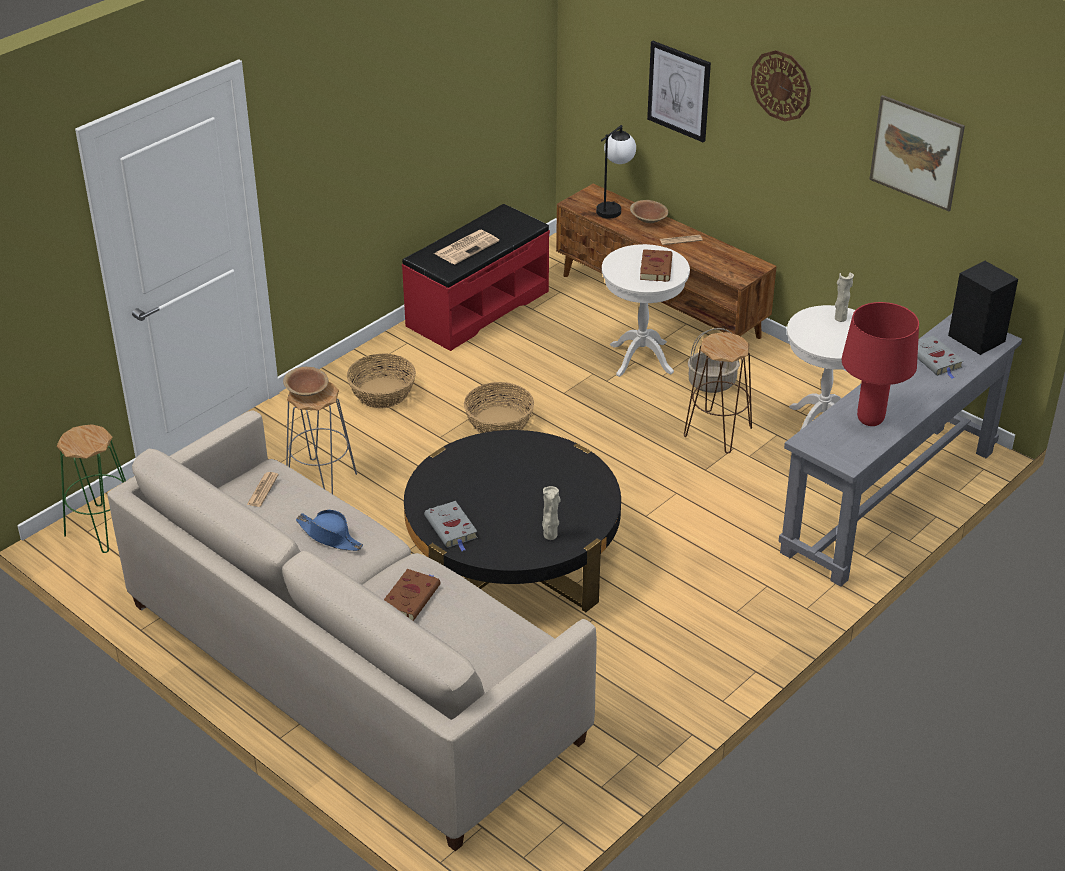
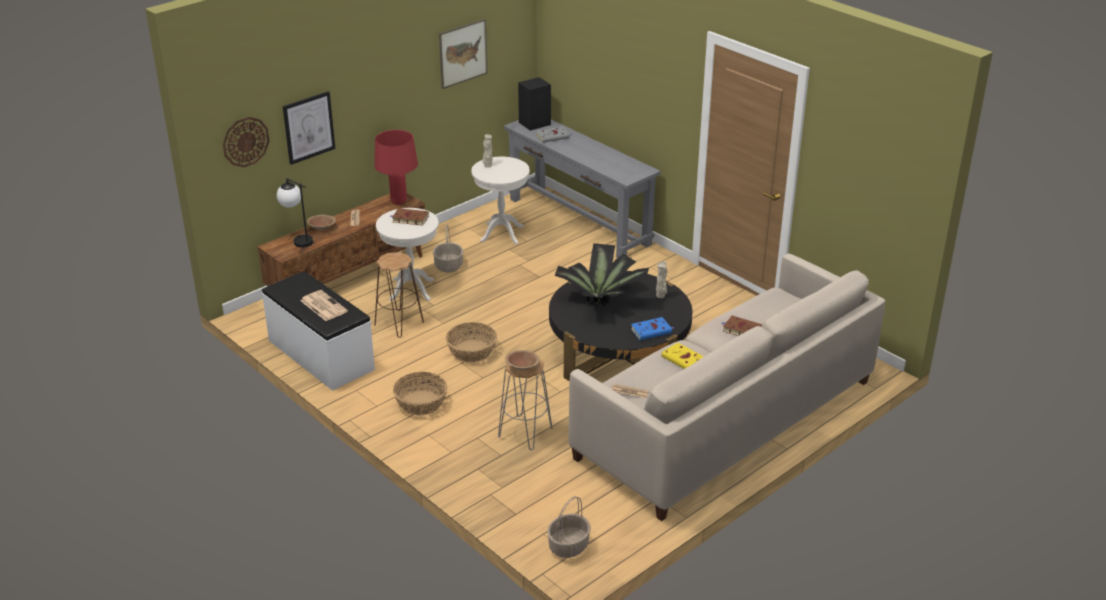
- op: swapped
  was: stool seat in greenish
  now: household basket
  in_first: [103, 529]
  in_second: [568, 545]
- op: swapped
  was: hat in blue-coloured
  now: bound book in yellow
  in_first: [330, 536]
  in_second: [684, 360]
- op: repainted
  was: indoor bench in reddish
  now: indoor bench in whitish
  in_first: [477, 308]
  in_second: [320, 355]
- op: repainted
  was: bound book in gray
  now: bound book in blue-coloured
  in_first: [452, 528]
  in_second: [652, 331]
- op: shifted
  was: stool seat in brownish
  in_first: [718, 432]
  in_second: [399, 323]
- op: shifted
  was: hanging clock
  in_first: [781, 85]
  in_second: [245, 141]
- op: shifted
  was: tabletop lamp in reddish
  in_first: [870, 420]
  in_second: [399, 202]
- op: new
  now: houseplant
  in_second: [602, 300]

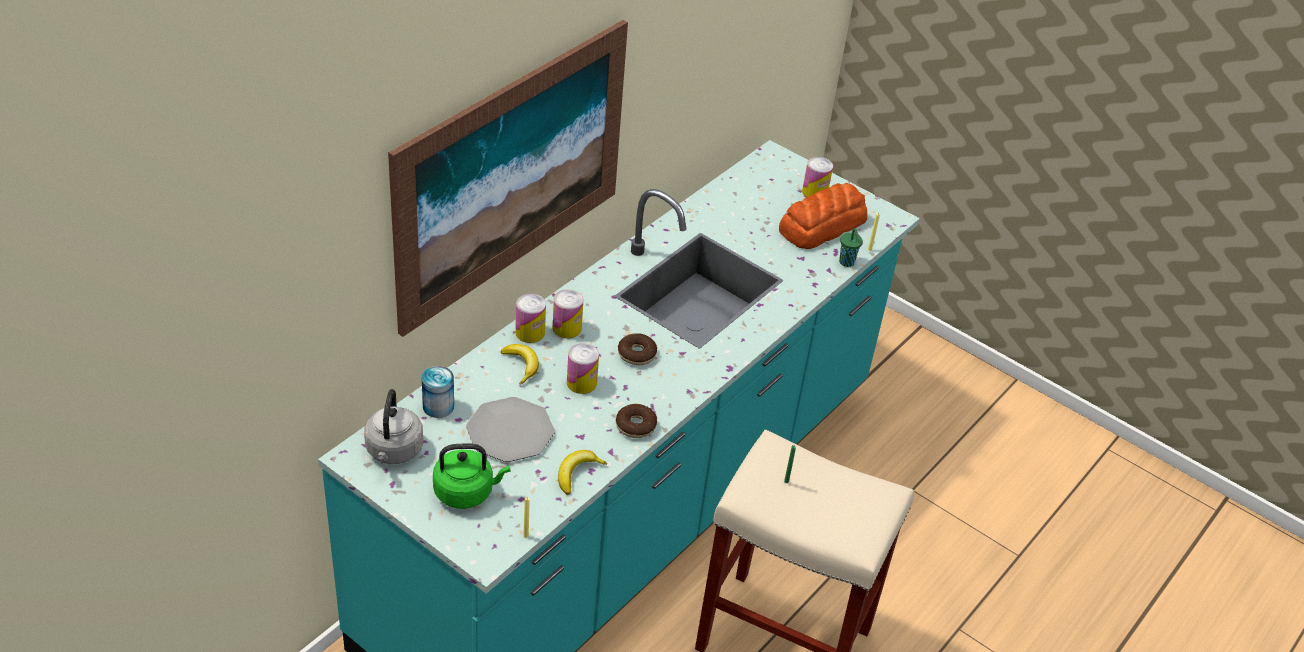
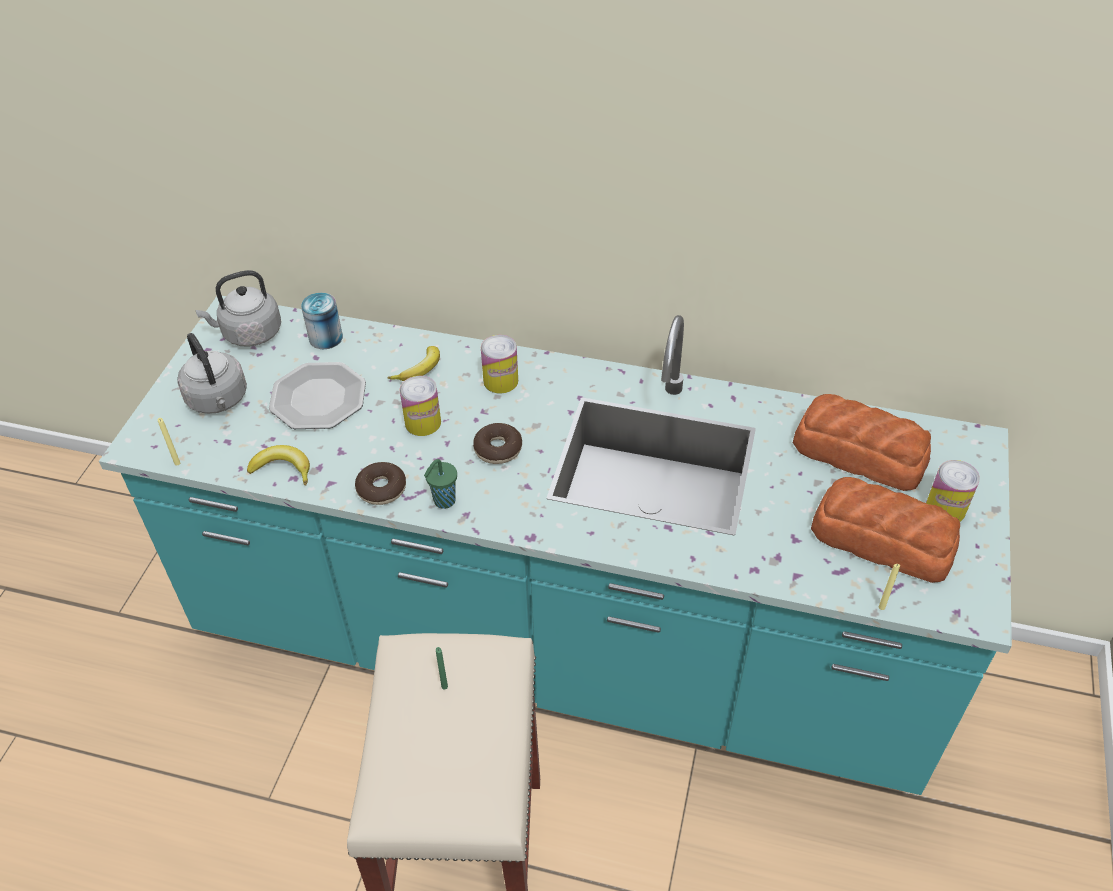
- op: gone
  was: picture
  in_first: [512, 174]
- op: repainted
  was: kettle in greenish
  now: kettle in gray
  in_first: [467, 492]
  in_second: [218, 400]
- op: gone
  was: can
  in_first: [530, 332]
- op: shifted
  was: small cup in greenish
  in_first: [847, 263]
  in_second: [443, 501]
- op: new
  now: bread
  in_second: [858, 452]

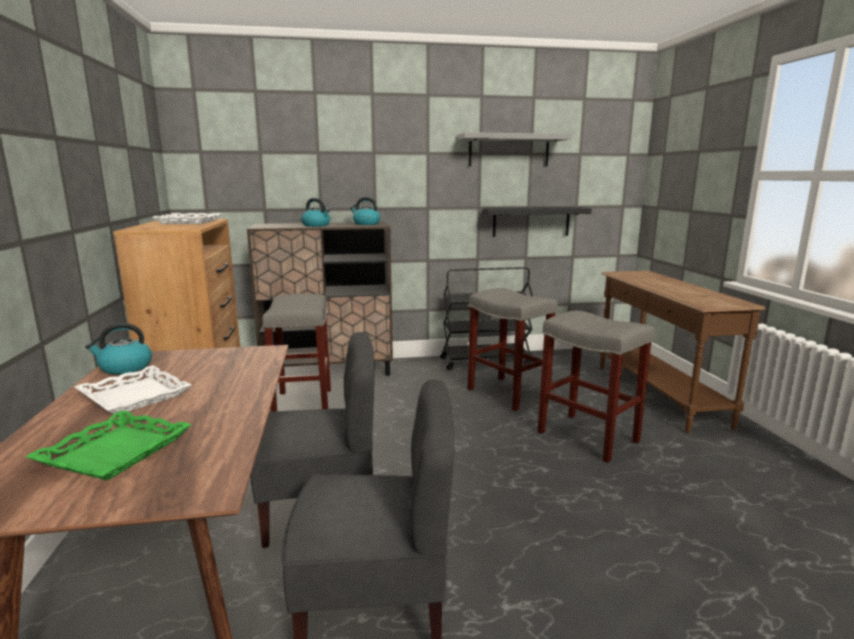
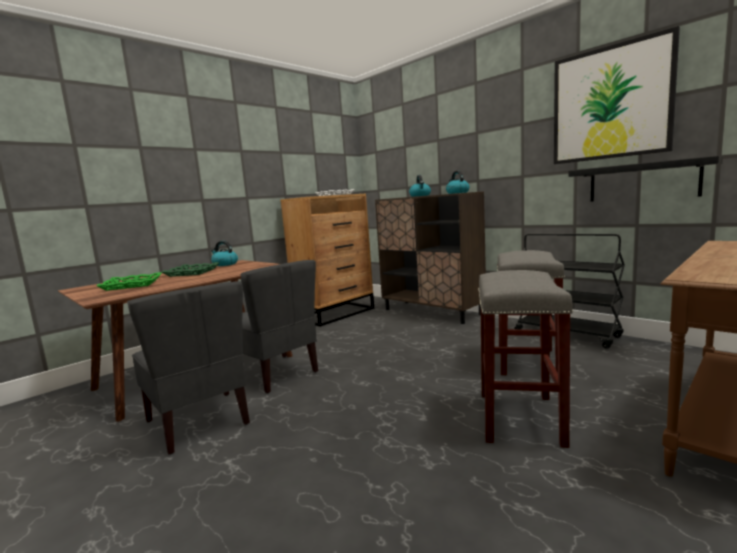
- op: repainted
  was: carrying tray in whitish
  now: carrying tray in greenish
  in_first: [136, 396]
  in_second: [192, 272]
- op: gone
  was: stool seat in gray
  in_first: [302, 404]
- op: swapped
  was: bracket shelf in gray
  now: picture
  in_first: [508, 150]
  in_second: [610, 103]

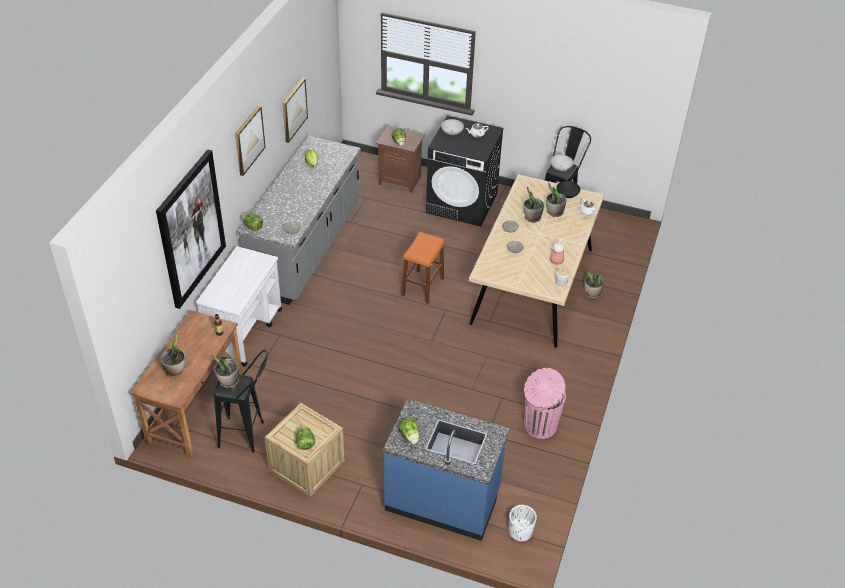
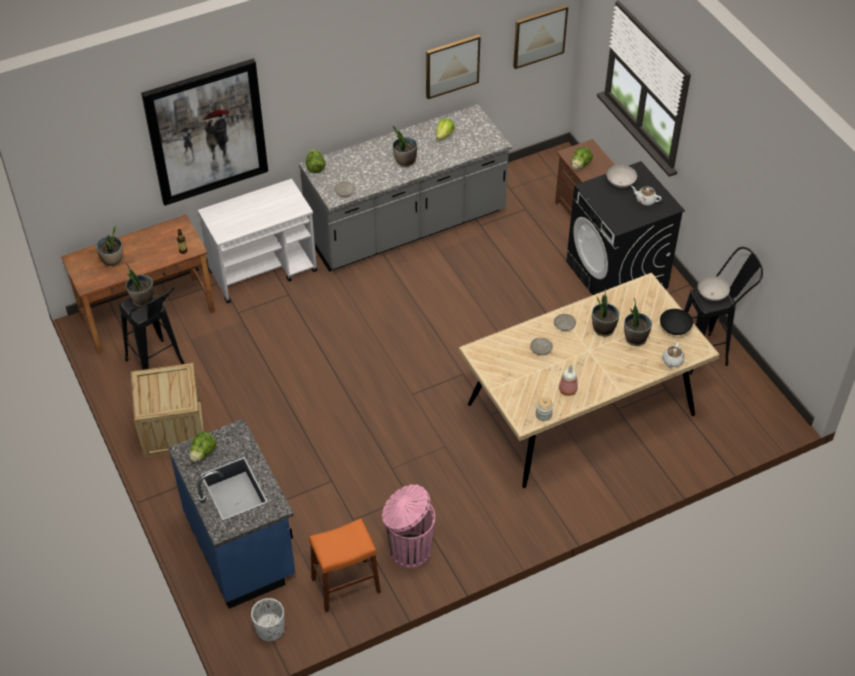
- op: shifted
  was: picture
  in_first: [248, 140]
  in_second: [539, 36]
- op: gone
  was: head of lettuce
  in_first: [305, 442]
- op: shifted
  was: stool seat in orange
  in_first: [422, 287]
  in_second: [345, 585]
- op: shifted
  was: houseplant
  in_first: [592, 293]
  in_second: [405, 161]

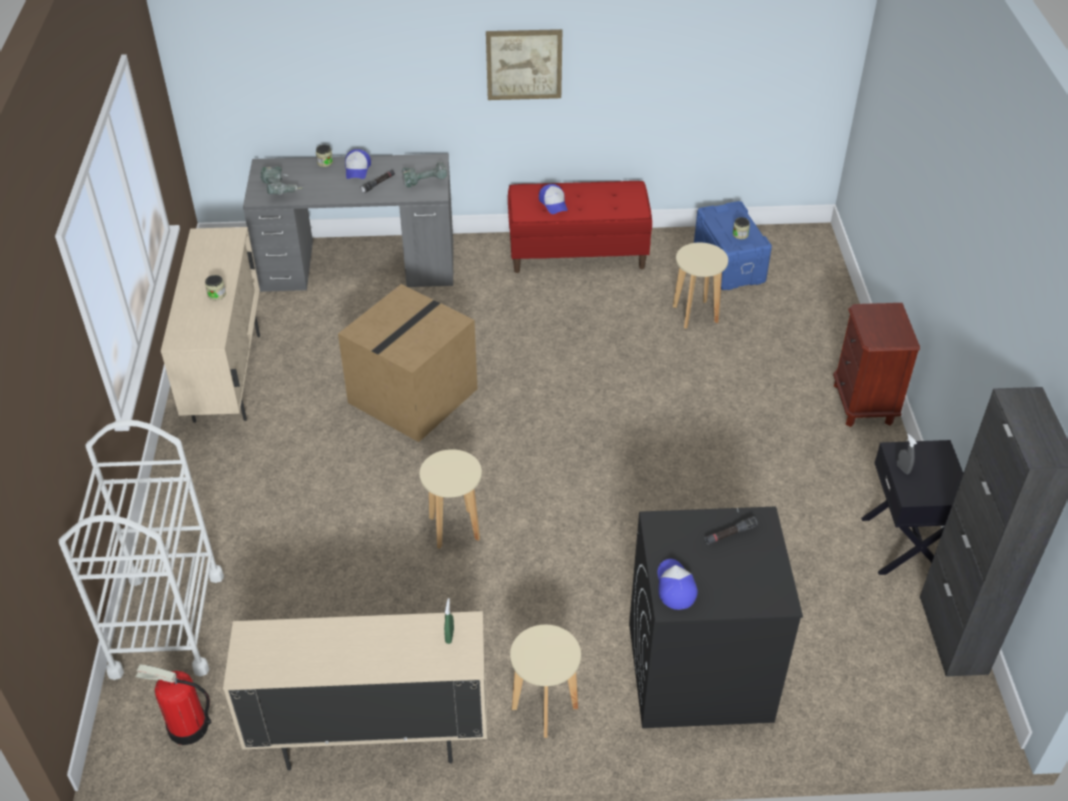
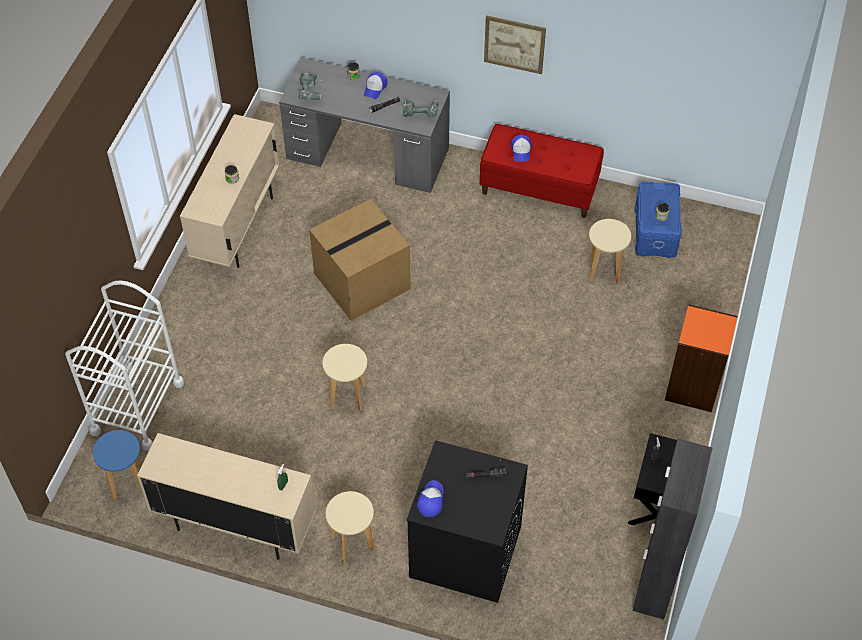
- op: swapped
  was: fire-fighting cylinder
  now: stool seat in blue-coloured
  in_first: [187, 727]
  in_second: [127, 482]
- op: swapped
  was: night table in brownish
  now: bookcase in orange
  in_first: [863, 404]
  in_second: [693, 386]

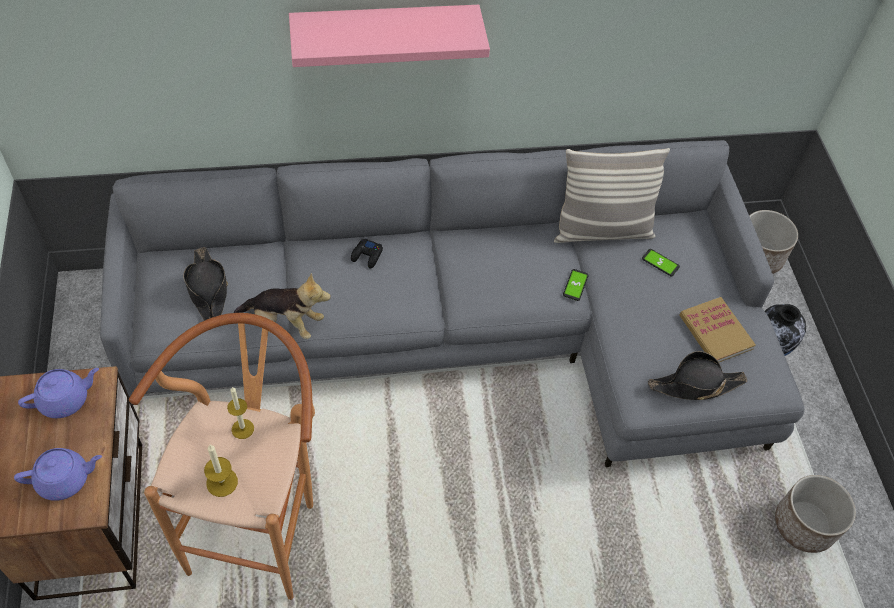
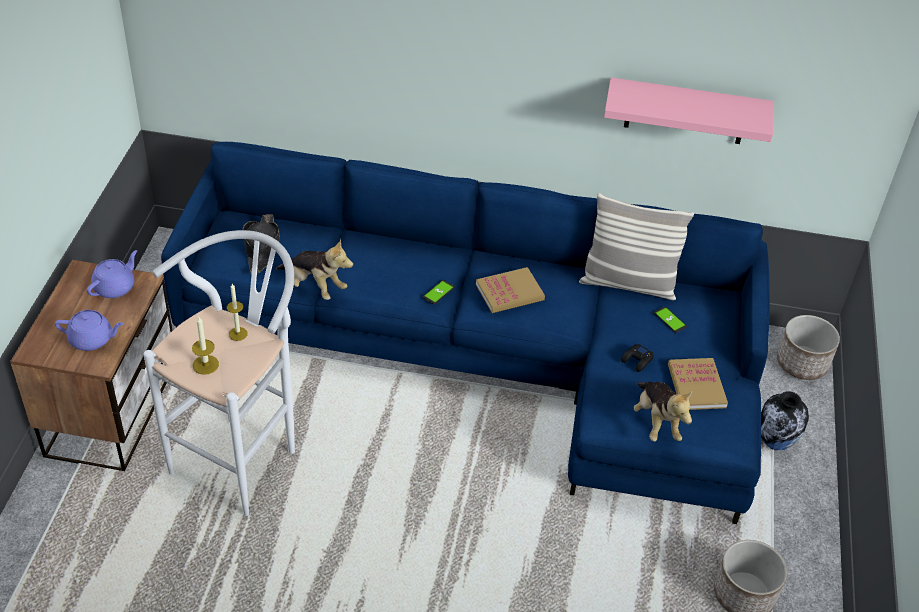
- op: rotated
  was: tea pot in purple
  in_first: [65, 400]
  in_second: [115, 287]
  clockwise: -45
- op: repainted
  was: sofa in gray
  now: sofa in blue-coloured
  in_first: [470, 331]
  in_second: [492, 356]
- op: repainted
  was: stool seat in brownish
  now: stool seat in whitish
  in_first: [260, 527]
  in_second: [243, 456]
- op: shifted
  was: bracket shelf in pink-coloured
  in_first: [385, 35]
  in_second: [686, 111]
- op: shifted
  was: joypad in black-coloured
  in_first: [367, 256]
  in_second: [637, 360]
- op: shifted
  was: handset
  in_first: [575, 285]
  in_second: [438, 292]
- op: swapped
  was: hat in black-coloured
  now: soft toy
  in_first: [695, 385]
  in_second: [656, 421]
- op: new
  now: bound book
  in_second: [509, 292]

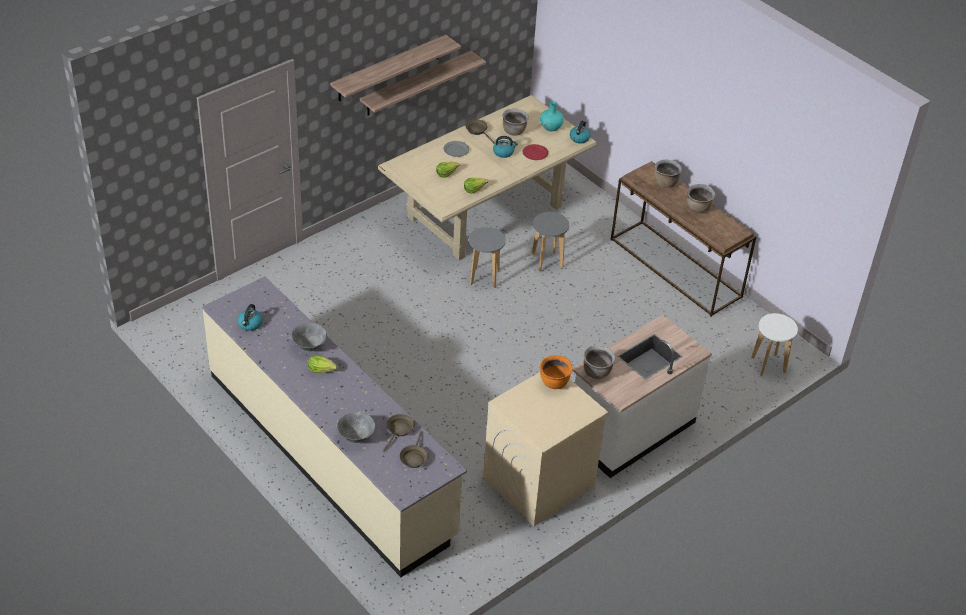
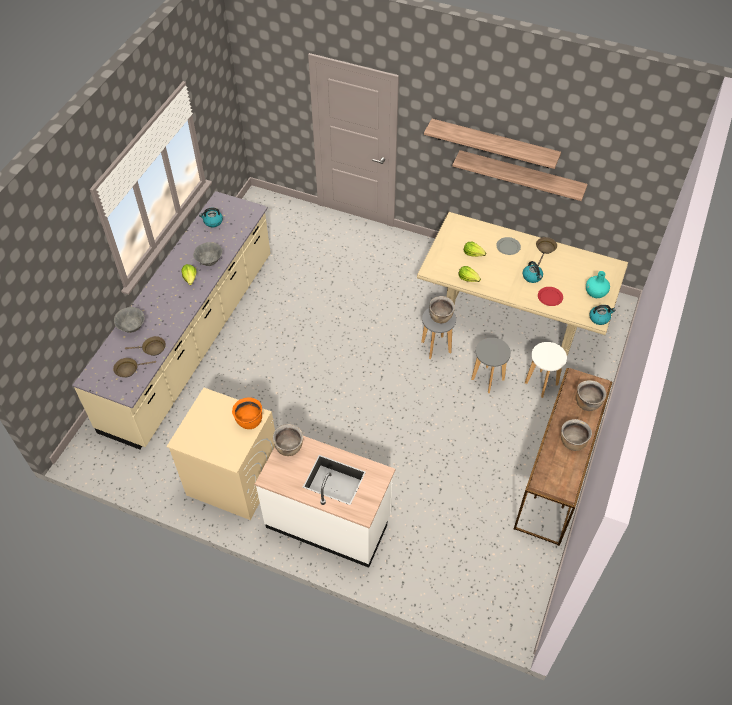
- op: shifted
  was: saucepot in brownish
  in_first: [514, 131]
  in_second: [440, 317]
- op: shifted
  was: stool seat in whitish
  in_first: [768, 365]
  in_second: [541, 384]

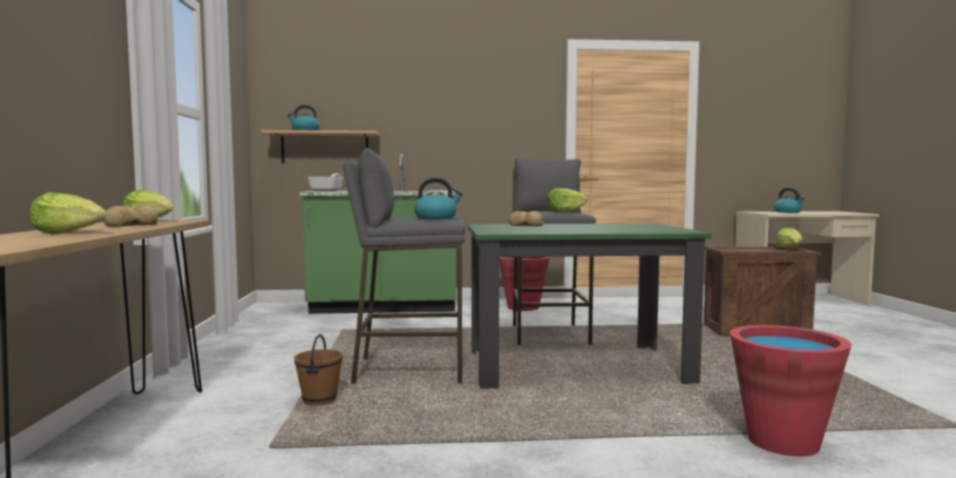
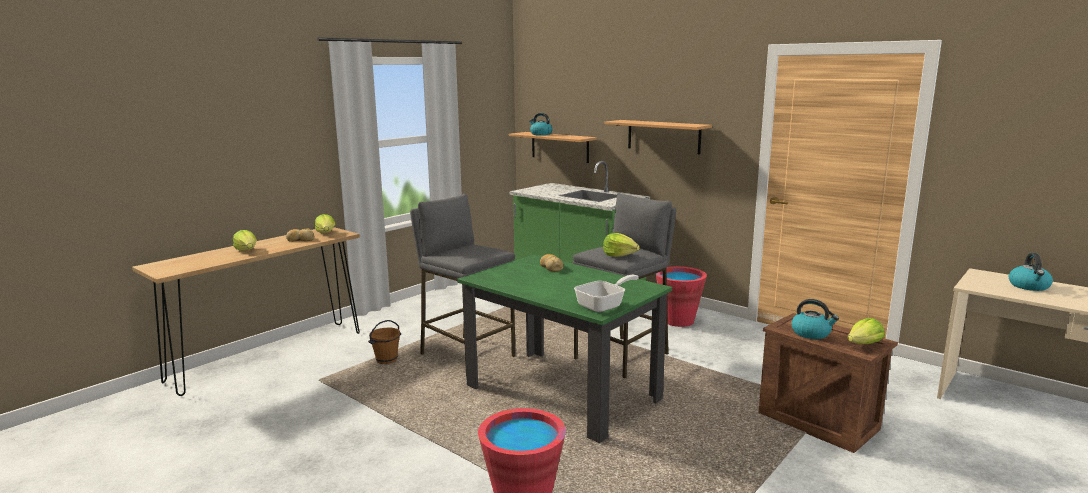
- op: shifted
  was: pan
  in_first: [328, 191]
  in_second: [604, 305]
- op: shifted
  was: kettle
  in_first: [436, 218]
  in_second: [811, 333]
- op: new
  now: bracket shelf
  in_second: [663, 136]

